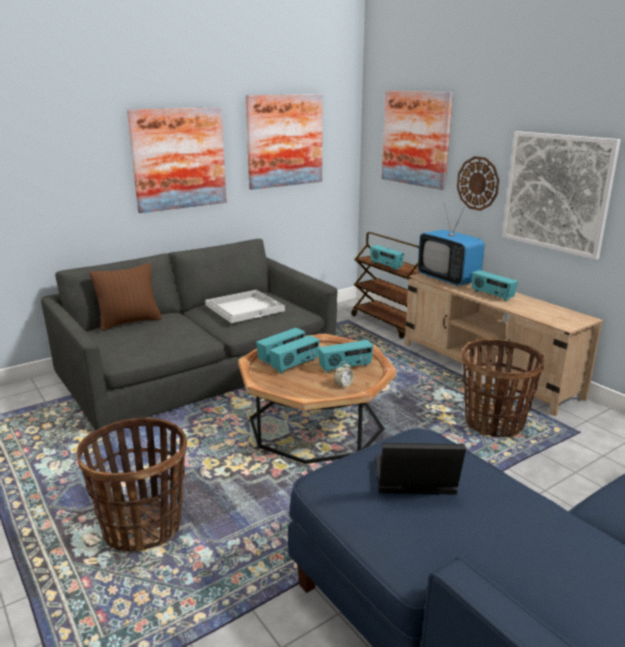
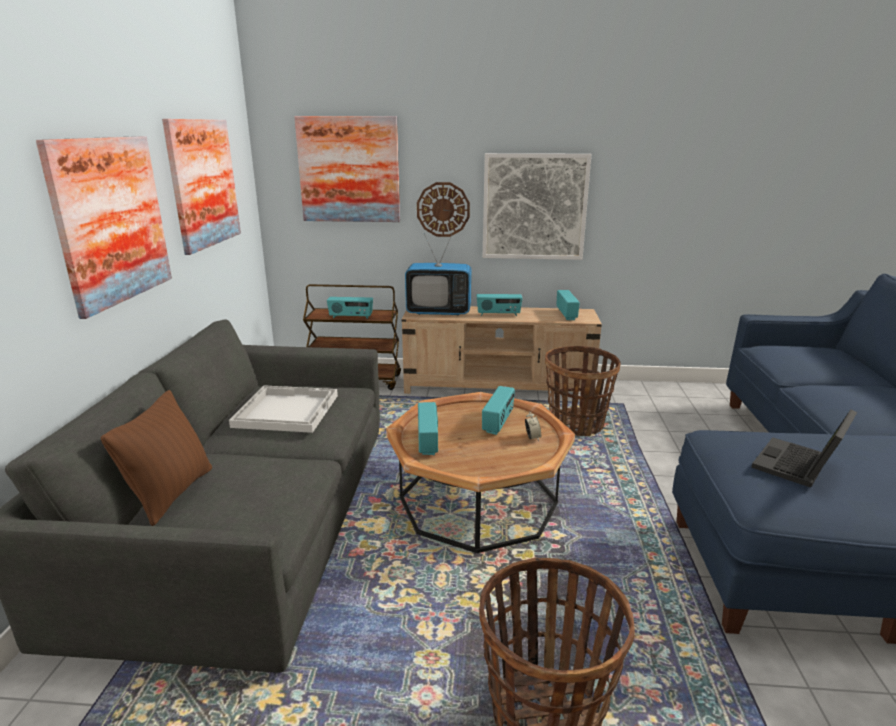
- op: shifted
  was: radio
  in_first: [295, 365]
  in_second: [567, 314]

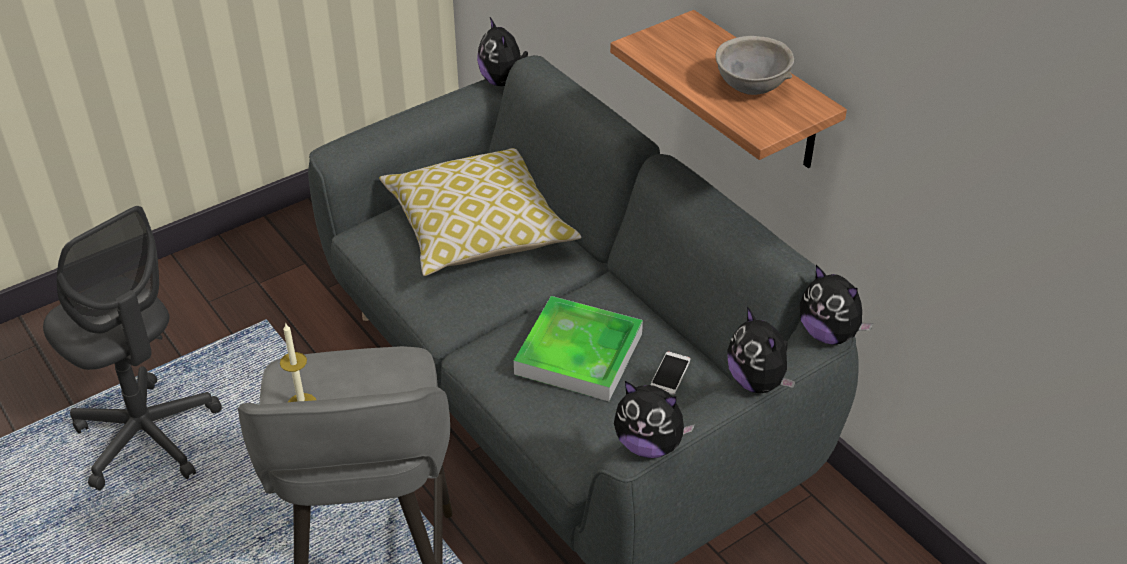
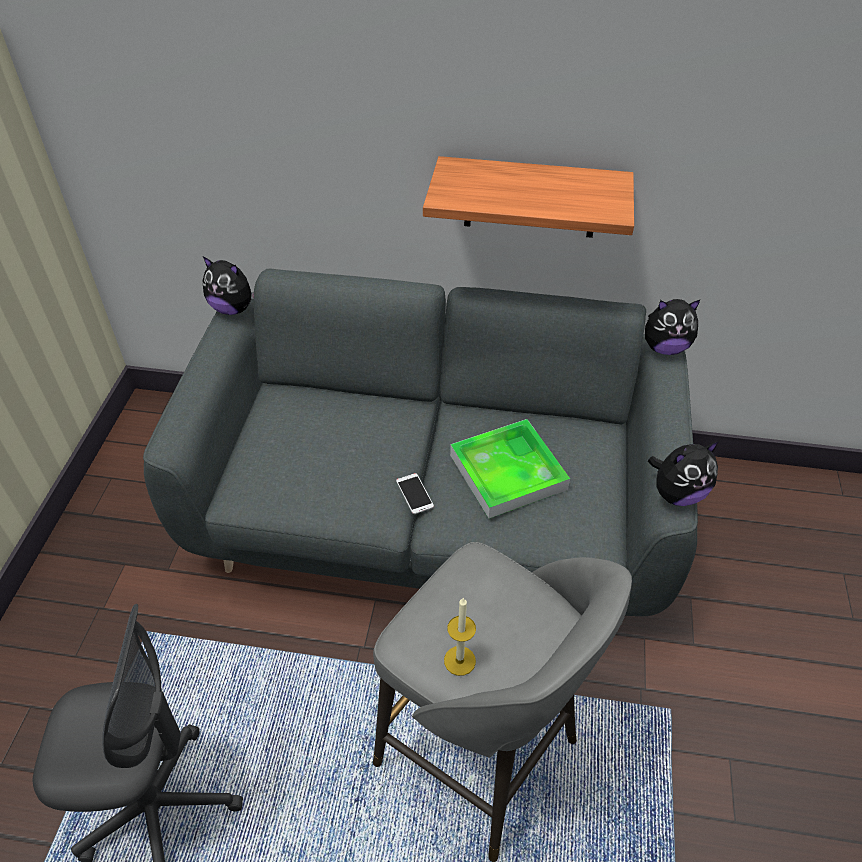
- op: gone
  was: throw pillow
  in_first: [478, 230]
- op: shifted
  was: handset
  in_first: [670, 373]
  in_second: [414, 494]
- op: gone
  was: serving bowl in gray
  in_first: [751, 89]
- op: gone
  was: soft toy
  in_first: [757, 381]

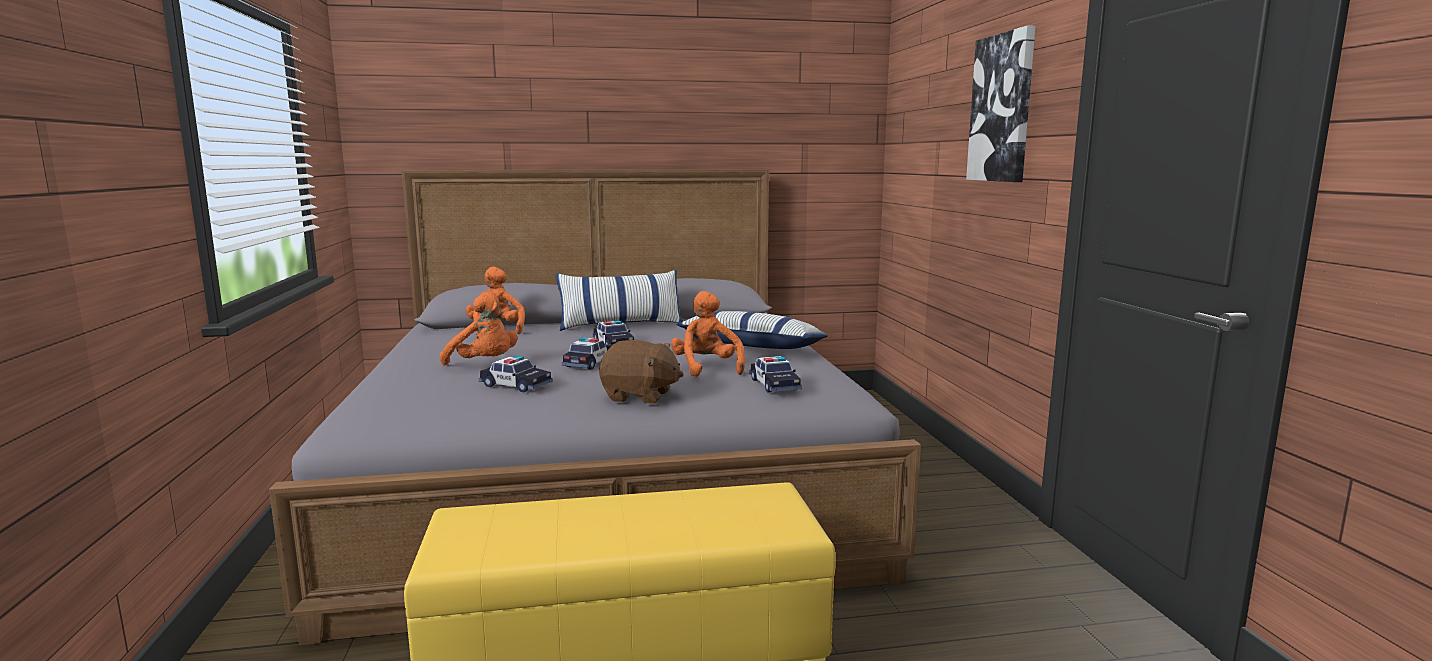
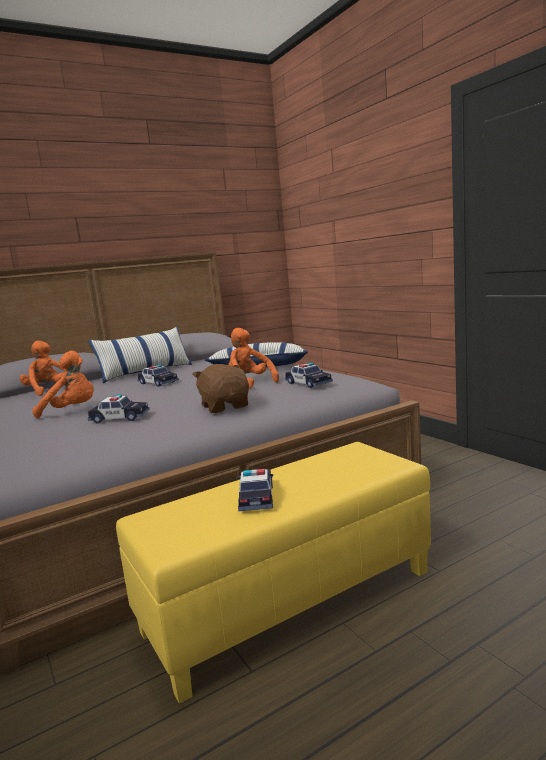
- op: shifted
  was: model car
  in_first: [590, 362]
  in_second: [256, 497]
- op: rotated
  was: soft toy in brownish
  in_first: [640, 396]
  in_second: [225, 406]
  clockwise: -105
- op: gone
  was: picture
  in_first: [1002, 108]

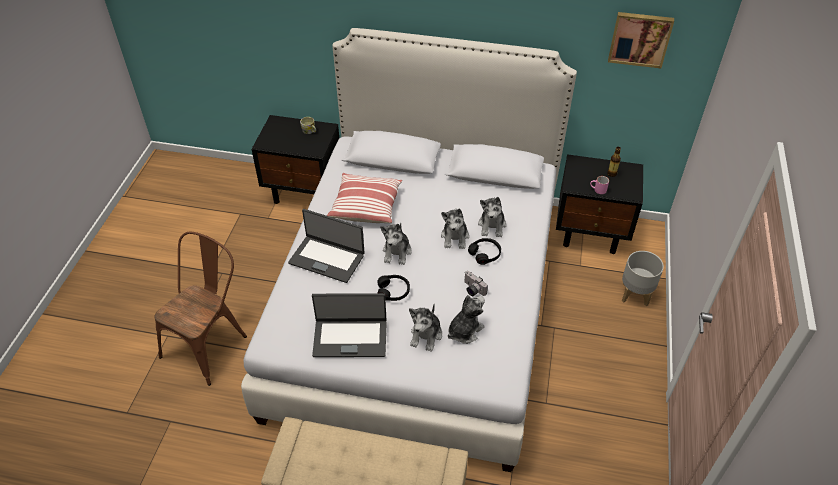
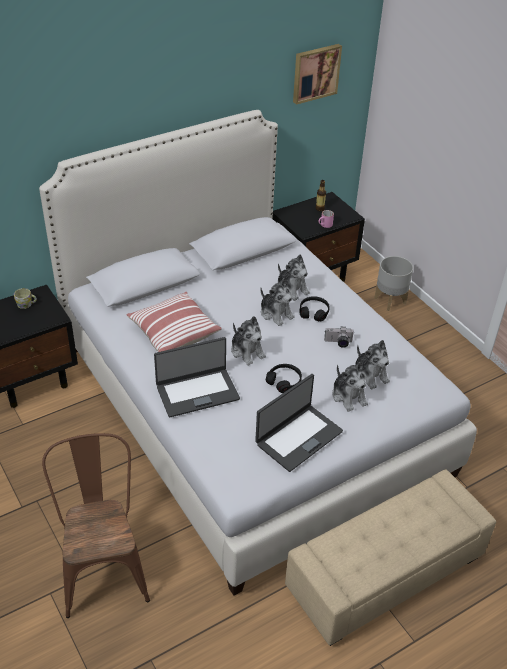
- op: rotated
  was: soft toy
  in_first: [464, 331]
  in_second: [370, 375]
  clockwise: 150

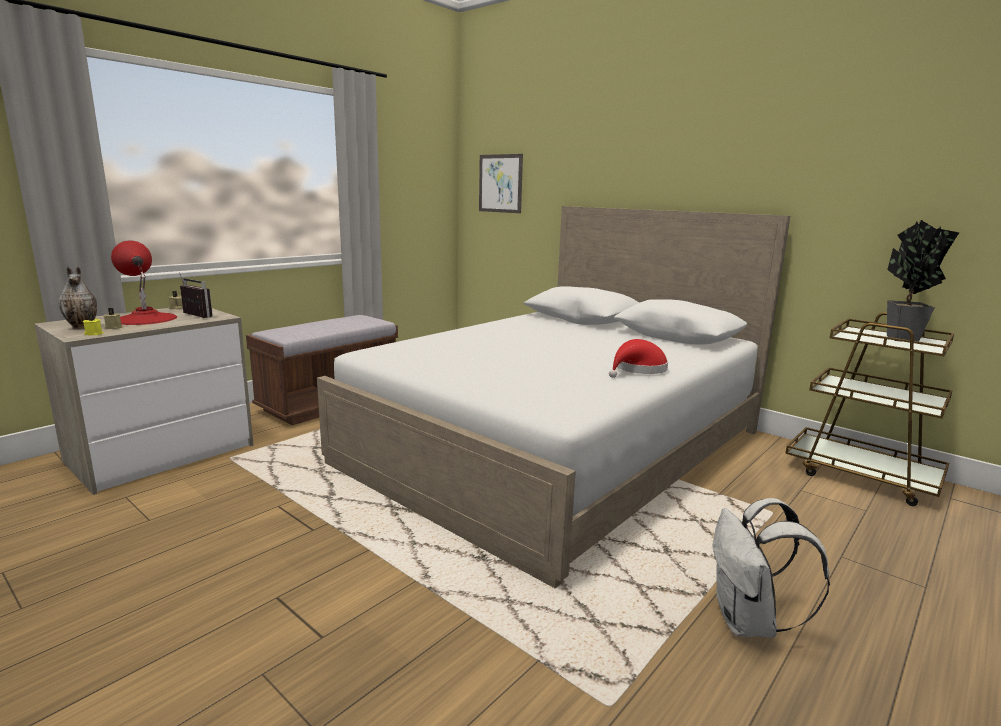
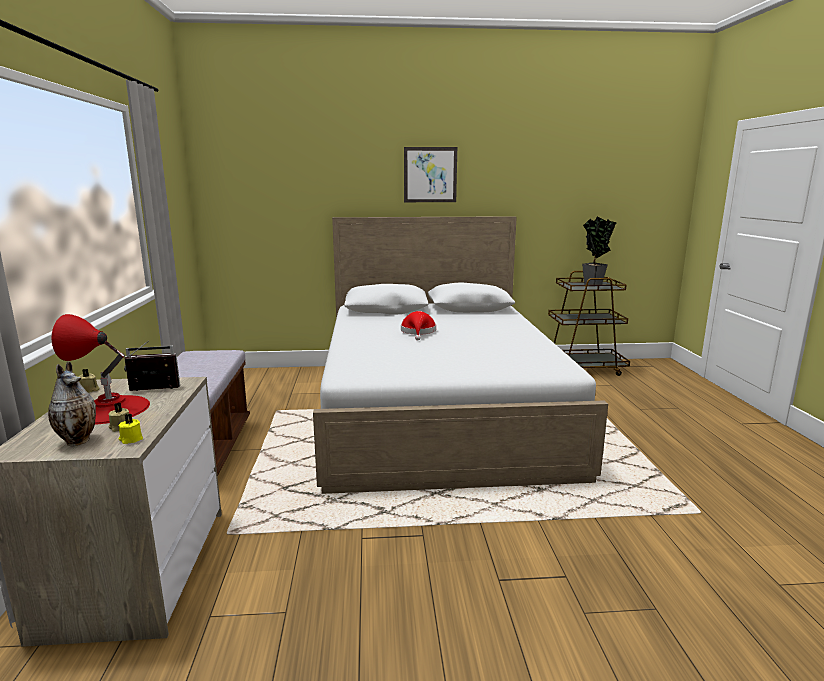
- op: shifted
  was: picture
  in_first: [500, 183]
  in_second: [430, 175]
- op: shifted
  was: hat in reddish
  in_first: [638, 369]
  in_second: [418, 332]
- op: gone
  was: backpack in whitish
  in_first: [749, 622]

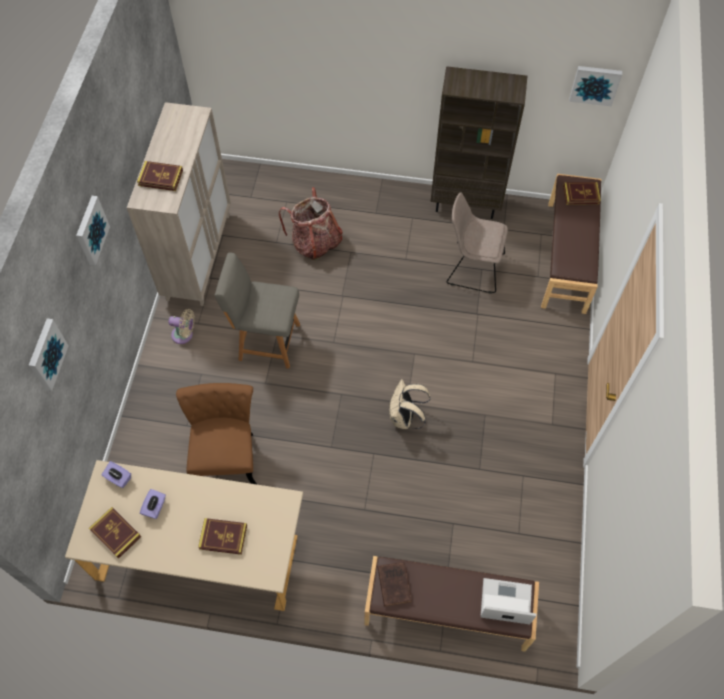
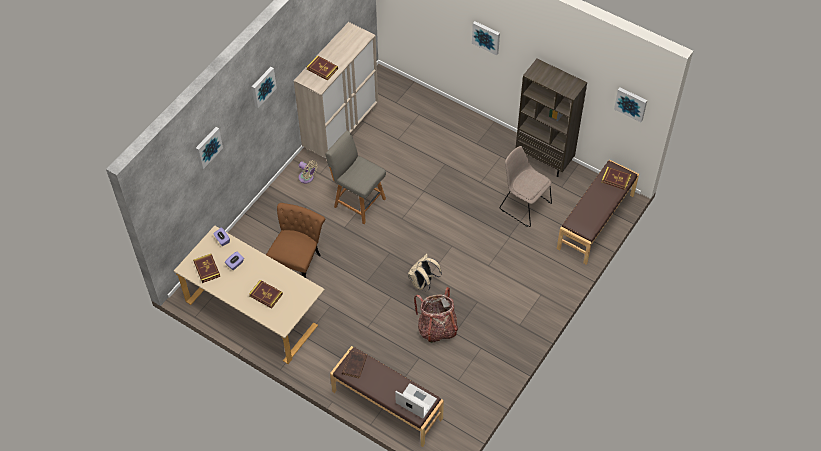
- op: shifted
  was: backpack
  in_first: [315, 243]
  in_second: [437, 328]
- op: new
  now: picture
  in_second: [486, 37]

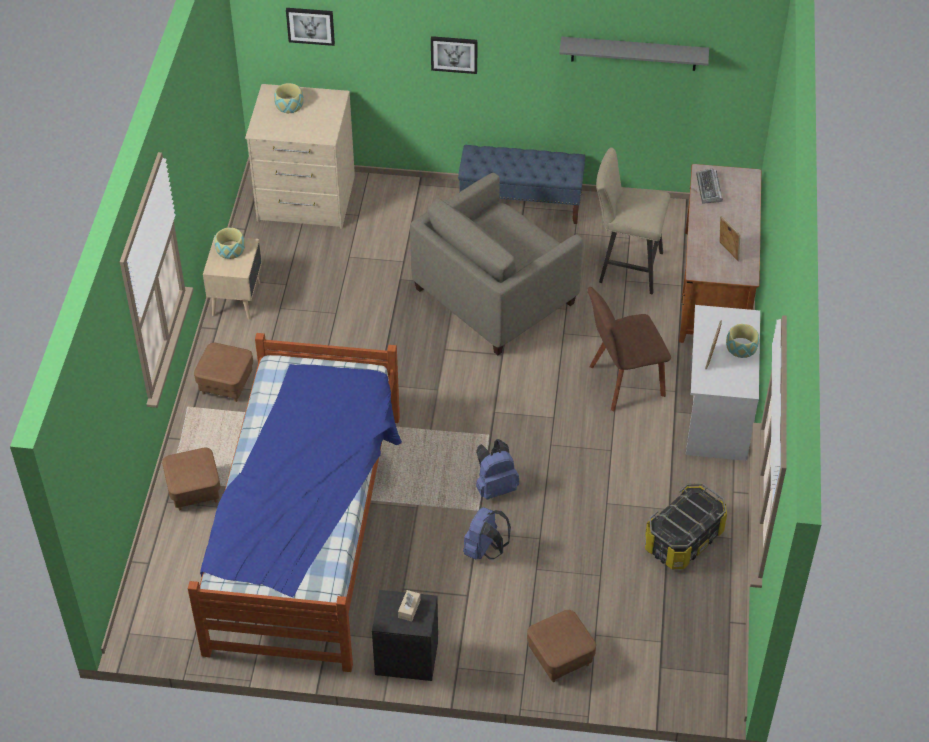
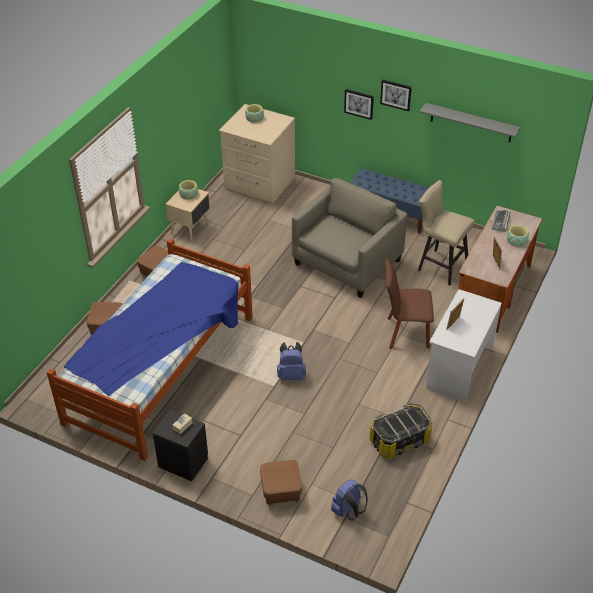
- op: shifted
  was: picture
  in_first: [310, 25]
  in_second: [396, 94]
- op: rotated
  was: armchair in sand-coloured
  in_first: [495, 296]
  in_second: [347, 263]
  clockwise: 150
- op: shifted
  was: backpack in blue-coloured
  in_first: [485, 550]
  in_second: [348, 511]
- op: shifted
  was: serving bowl
  in_first: [741, 347]
  in_second: [517, 240]

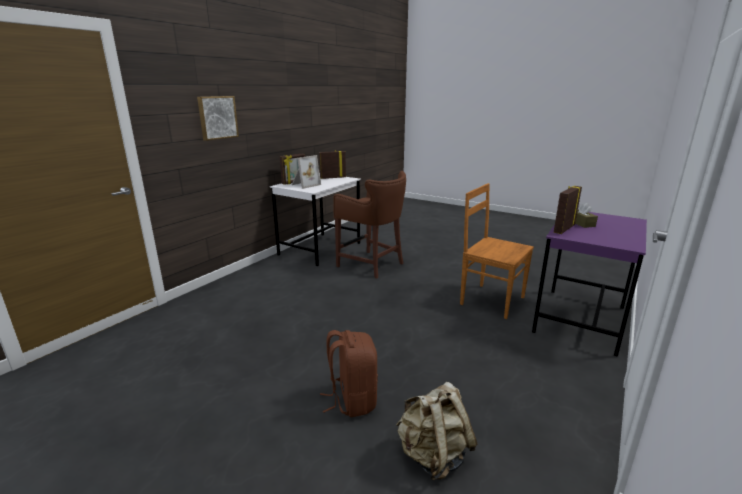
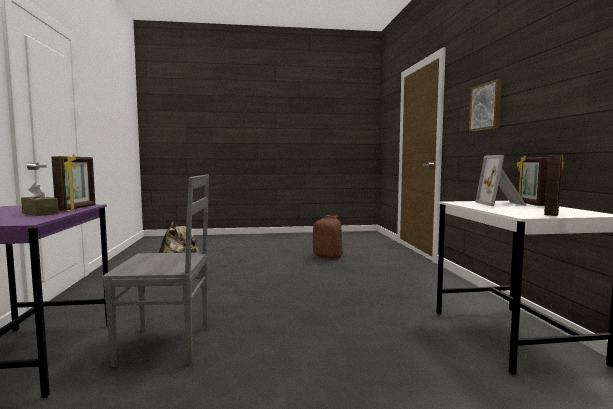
- op: shifted
  was: backpack in brownish
  in_first: [352, 400]
  in_second: [328, 256]
- op: gone
  was: stool seat in brownish
  in_first: [372, 265]
- op: repainted
  was: chair in brownish
  now: chair in gray
  in_first: [490, 300]
  in_second: [167, 345]

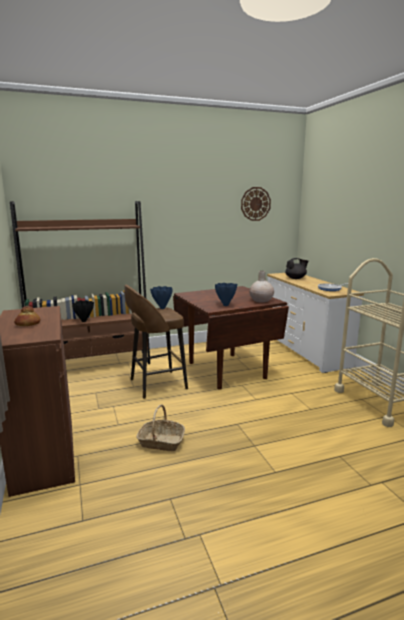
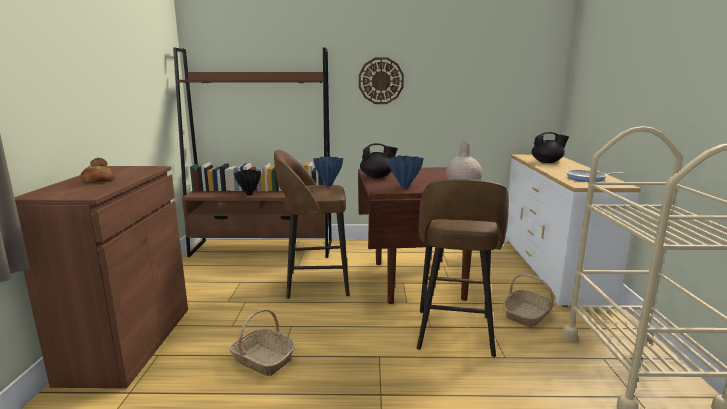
- op: shifted
  was: hanging clock
  in_first: [255, 204]
  in_second: [381, 81]
- op: new
  now: tea pot in black-coloured
  in_second: [377, 177]
- op: new
  now: stool seat in brownish
  in_second: [454, 334]
- op: new
  now: household basket
  in_second: [527, 315]

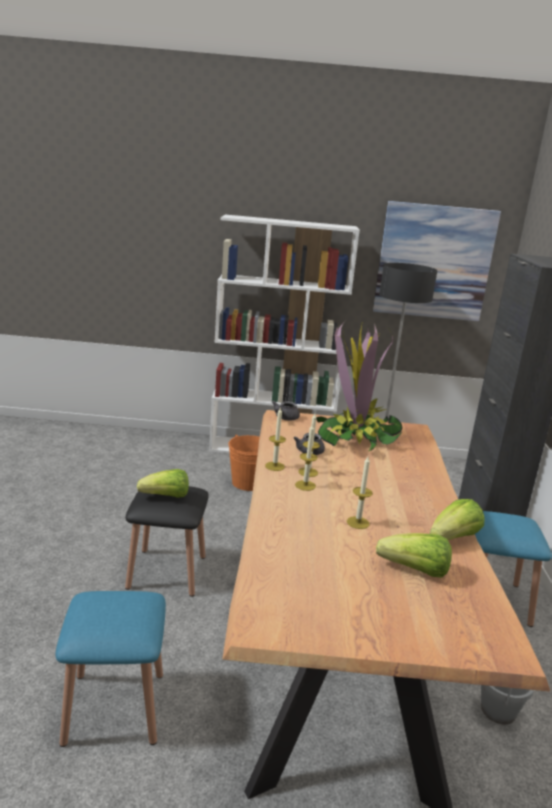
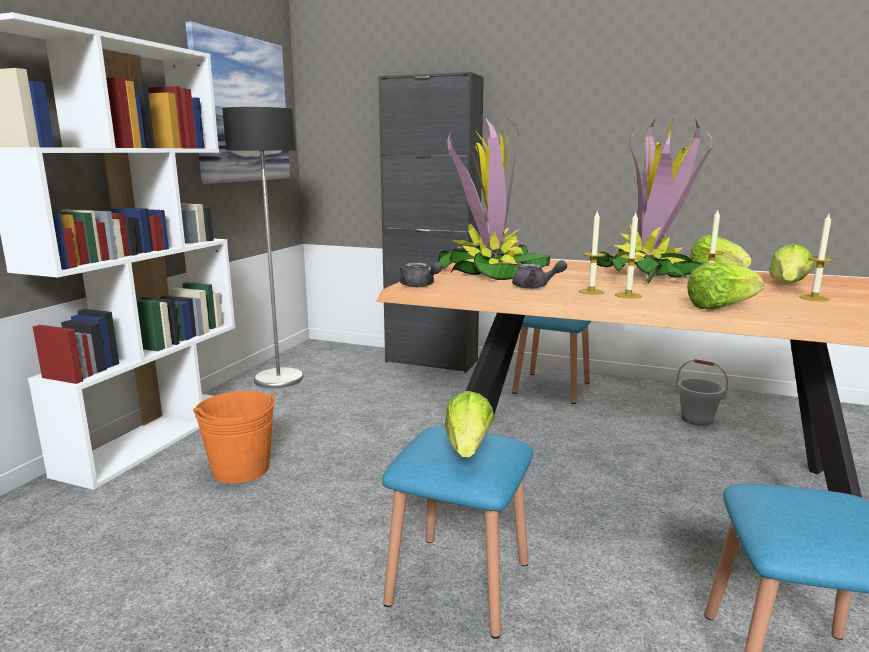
- op: repainted
  was: stool seat in black-coloured
  now: stool seat in blue-coloured
  in_first: [167, 572]
  in_second: [459, 582]
- op: shifted
  was: wax candle
  in_first: [274, 466]
  in_second: [814, 298]
- op: new
  now: houseplant
  in_second: [645, 275]
- op: new
  now: head of lettuce
  in_second: [720, 307]

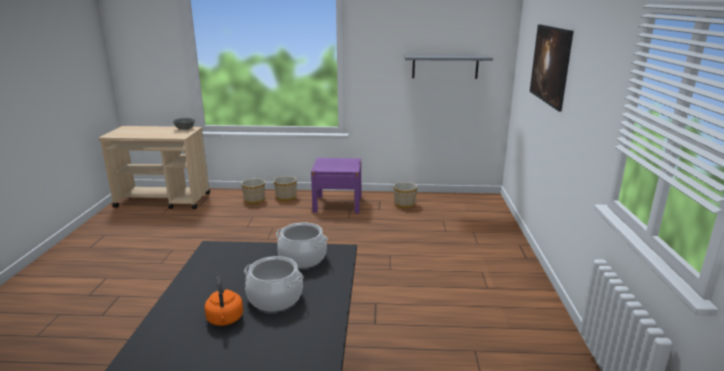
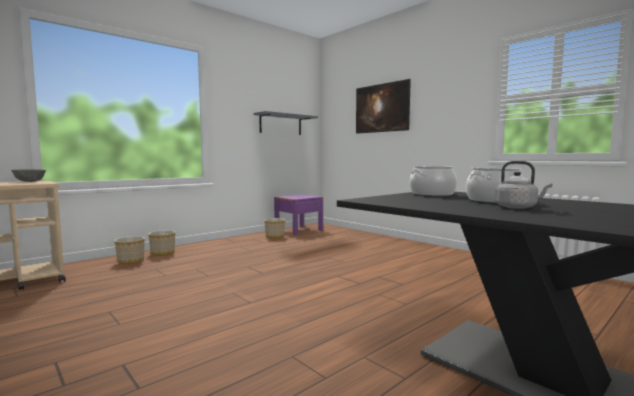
- op: repainted
  was: kettle in orange
  now: kettle in gray
  in_first: [225, 320]
  in_second: [518, 207]
- op: shifted
  was: night table in purple
  in_first: [337, 204]
  in_second: [298, 230]

